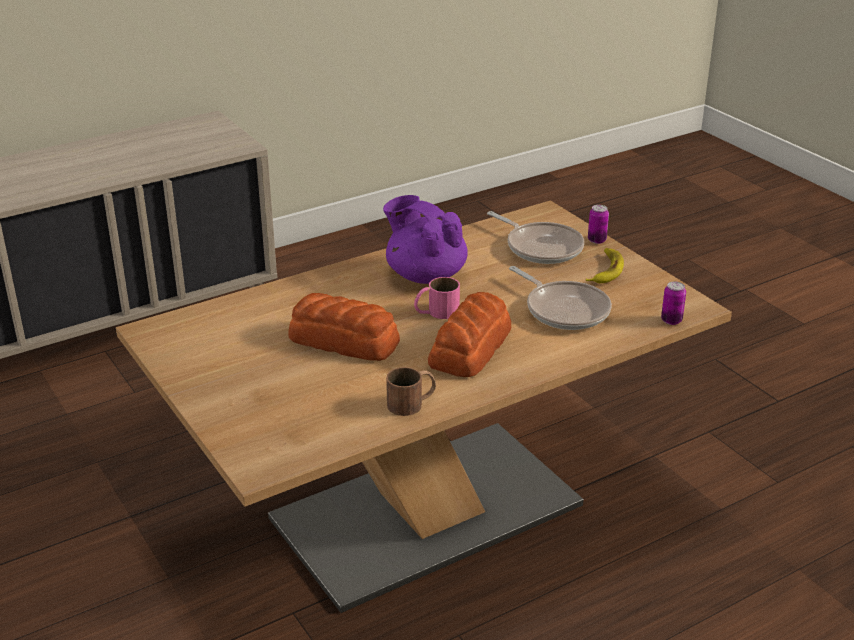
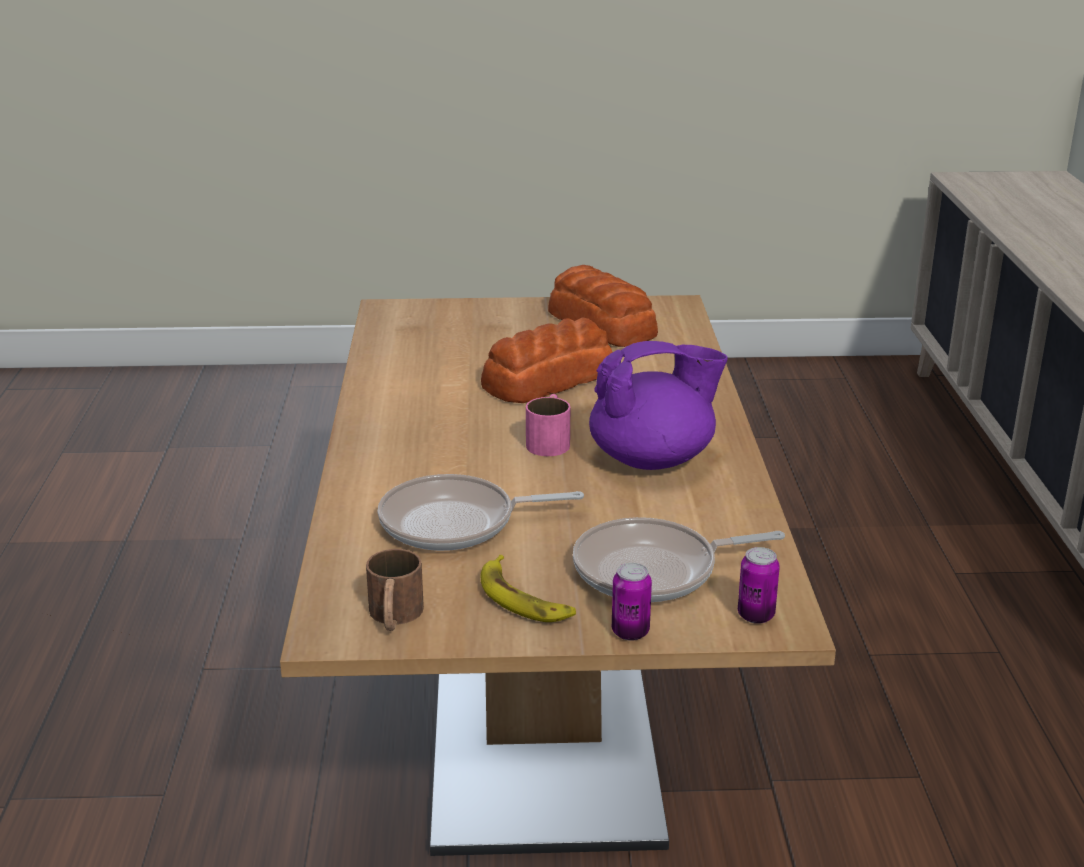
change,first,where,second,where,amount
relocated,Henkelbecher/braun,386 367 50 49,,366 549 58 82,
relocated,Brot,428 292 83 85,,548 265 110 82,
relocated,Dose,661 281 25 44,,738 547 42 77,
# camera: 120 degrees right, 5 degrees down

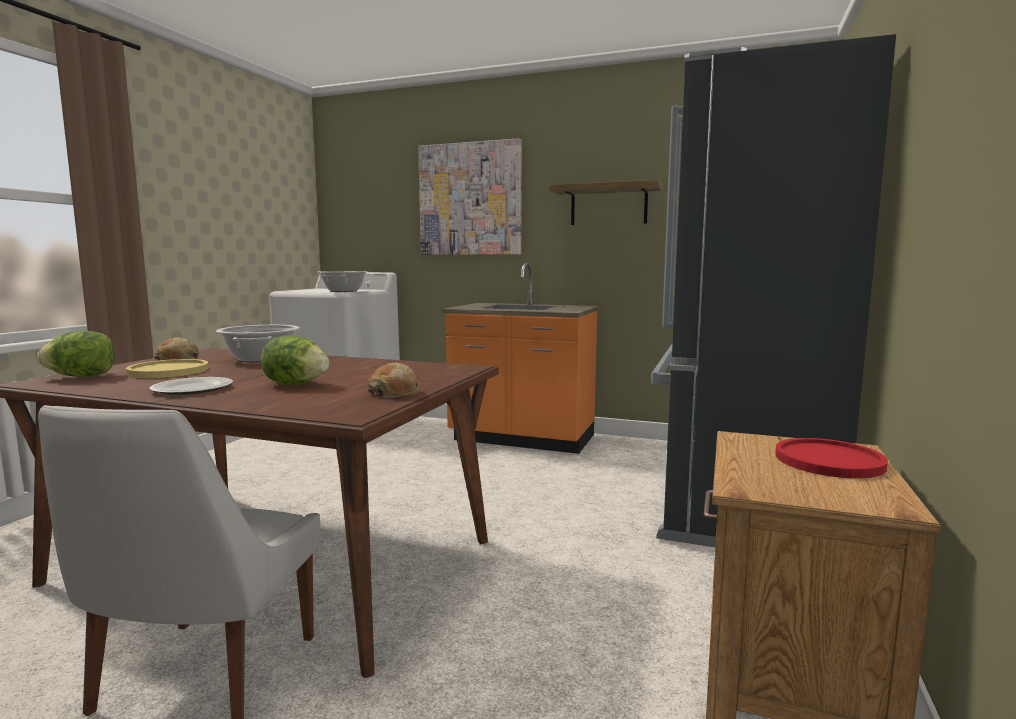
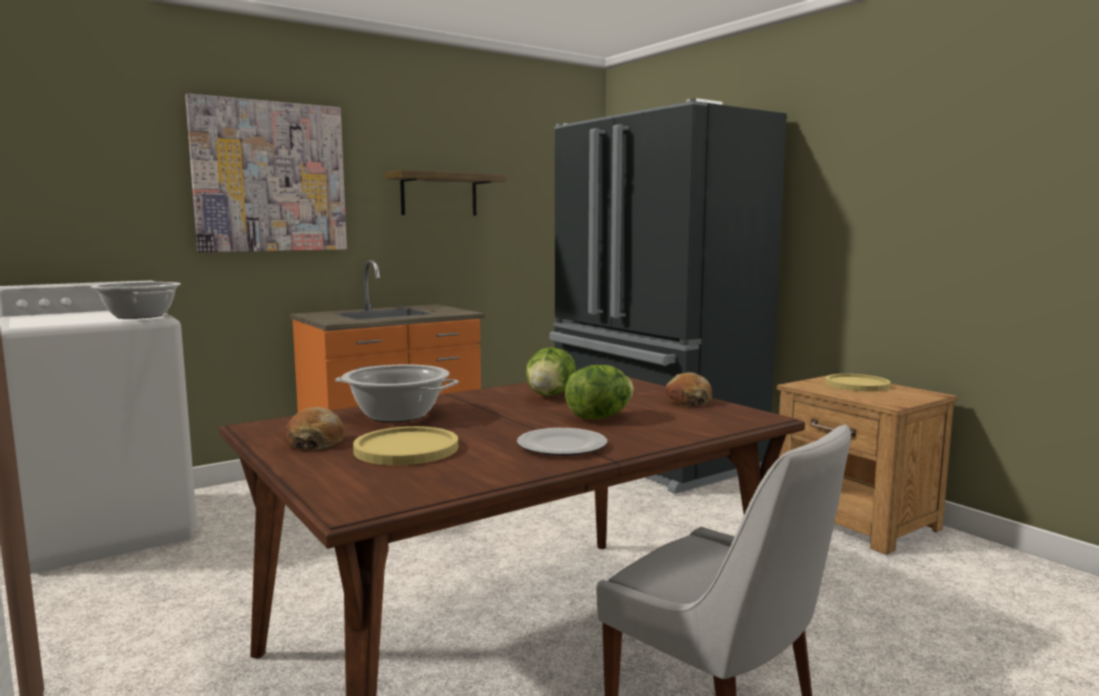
change,first,where,second,where,amount
relocated,Salatkopf,37 331 78 46,,525 347 51 49,
colour,Teller/rot,775 438 113 40,Teller/gelb,825 374 65 18,
# camera: 55 degrees left, 0 degrees up

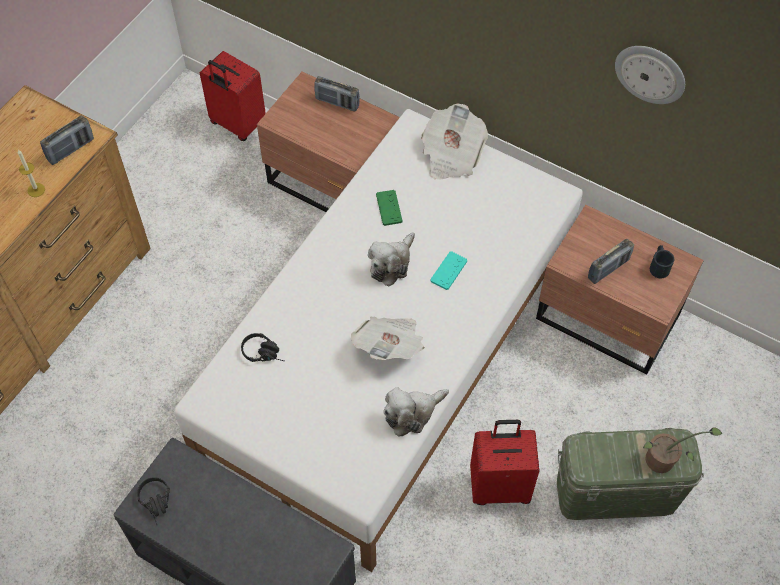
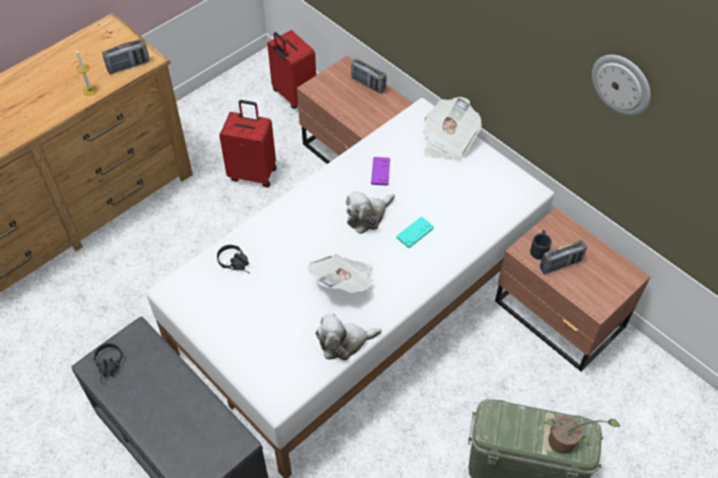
change,first,where,second,where,amount
relocated,Koffer/rot,470 420 70 85,,219 100 58 88,
colour,Gamepad/grün,376 190 26 36,Gamepad/lila,371 157 19 29,
relocated,Henkelbecher/schwarz,650 245 24 33,,530 230 22 30,
# camera: 15 degrees right, 5 degrees down

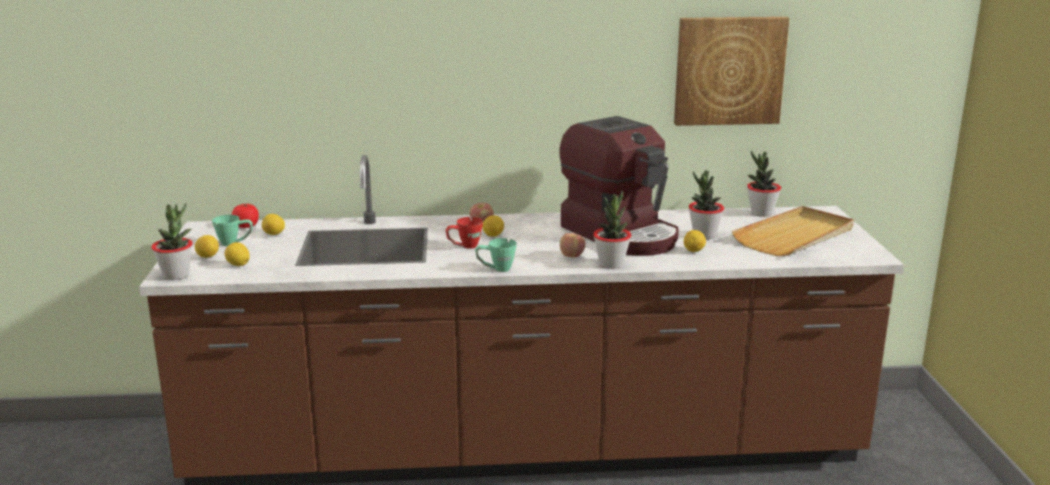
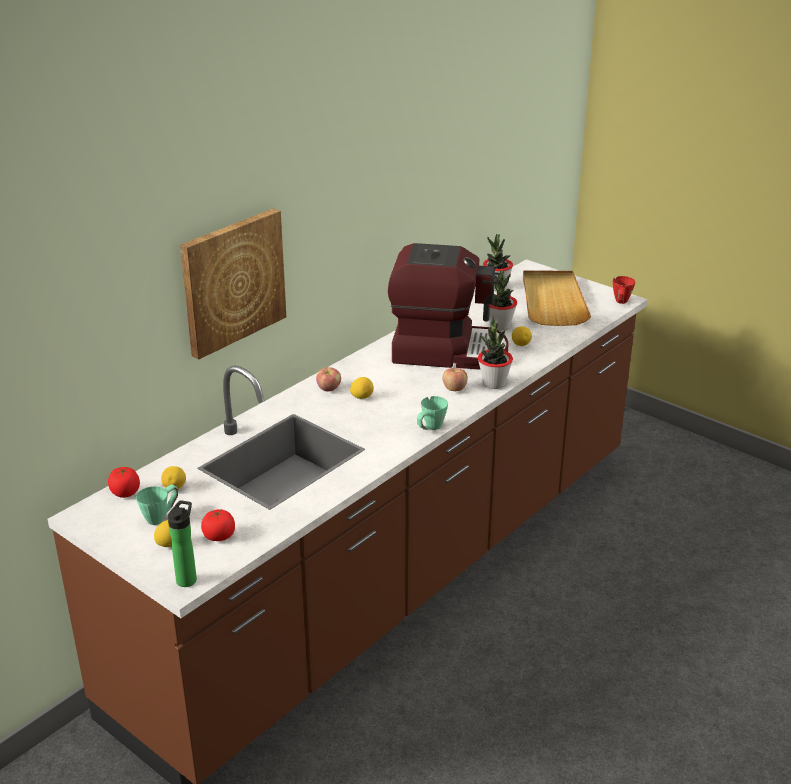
change,first,where,second,where,amount
exchanged,Topfpflanze,151 203 42 77,Flasche,168 500 29 87,
relocated,Bild,674 17 116 109,,180 208 106 152,
exchanged,Zitrone,225 242 25 24,Tomate,201 509 34 32,
relocated,Henkelbecher/rot,446 217 37 32,,613 276 22 28,
# camera: 45 degrees left, 10 degrees up

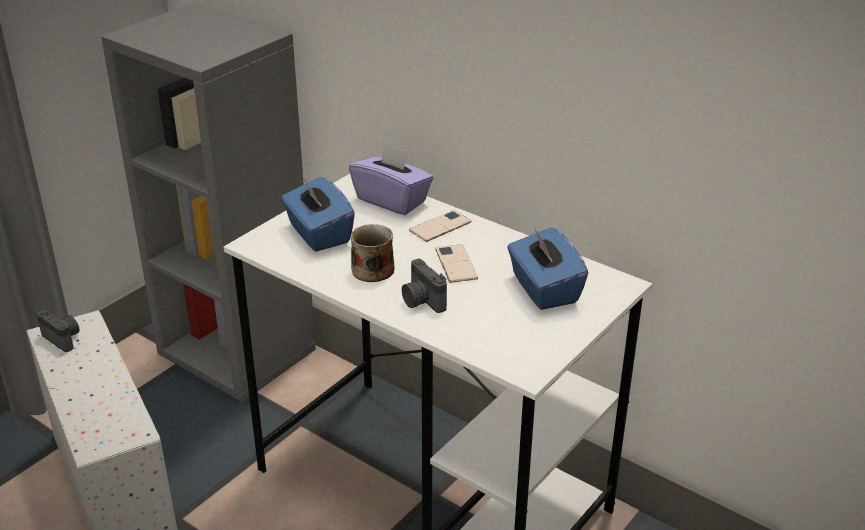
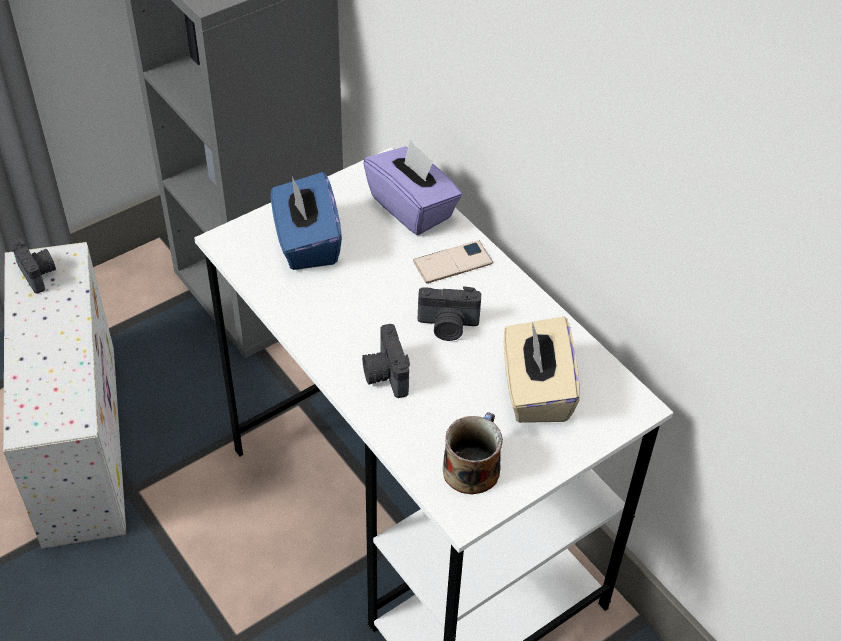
change,first,where,second,where,amount
exchanged,Handy,435 244 43 39,Kamera,418 286 63 55,
relocated,Henkelbecher,351 224 44 58,,443 412 60 82,
colour,Taschentuchbox/blau,507 227 81 83,Taschentuchbox/beige,504 316 76 107,
# camera: 15 degrees right, 15 degrees up

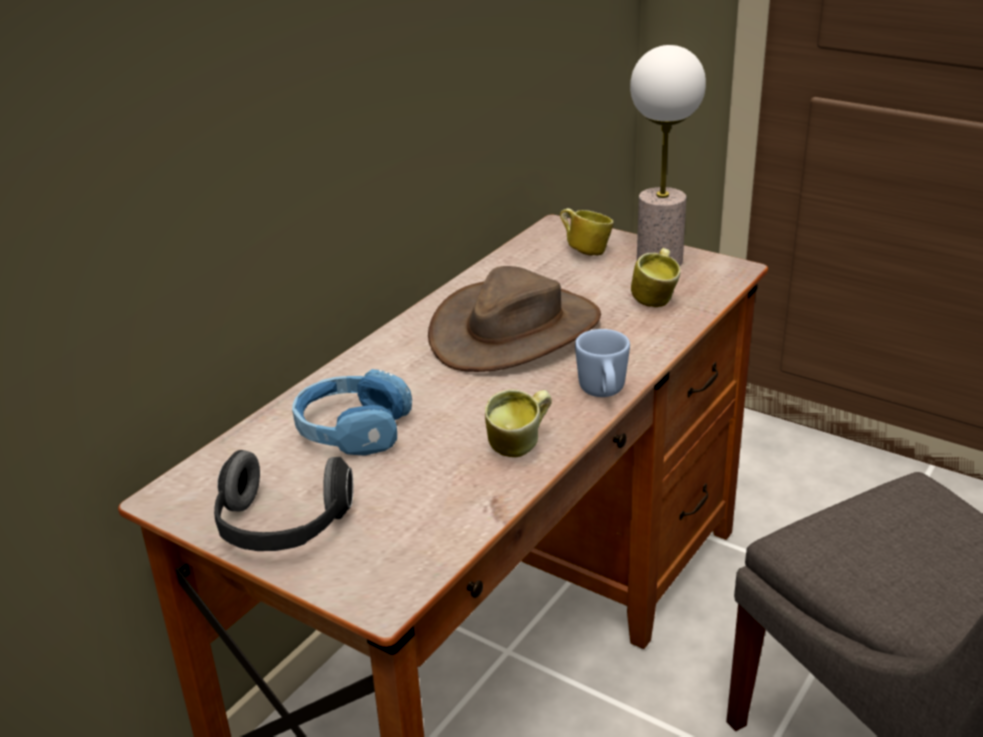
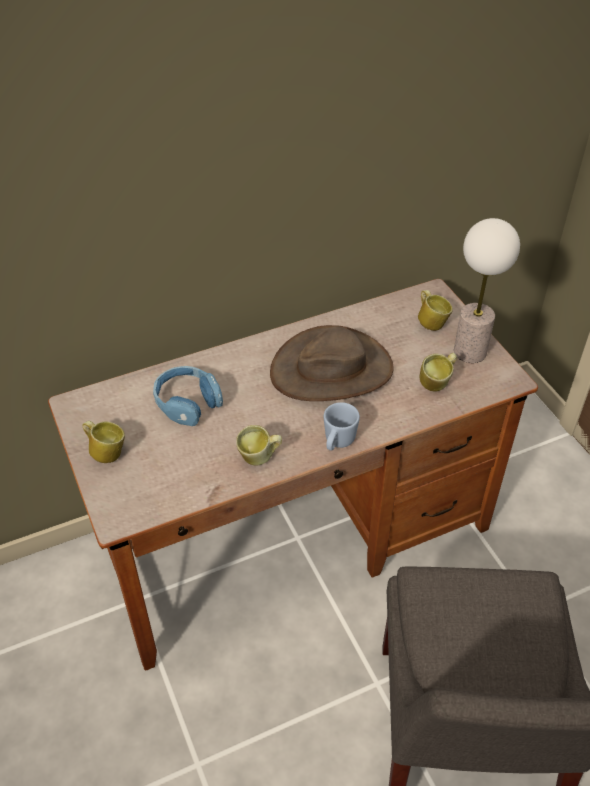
change,first,where,second,where,amount
exchanged,Kopfhörer,214 450 139 101,Henkelbecher,82 421 43 42,
# camera: 30 degrees right, 15 degrees up

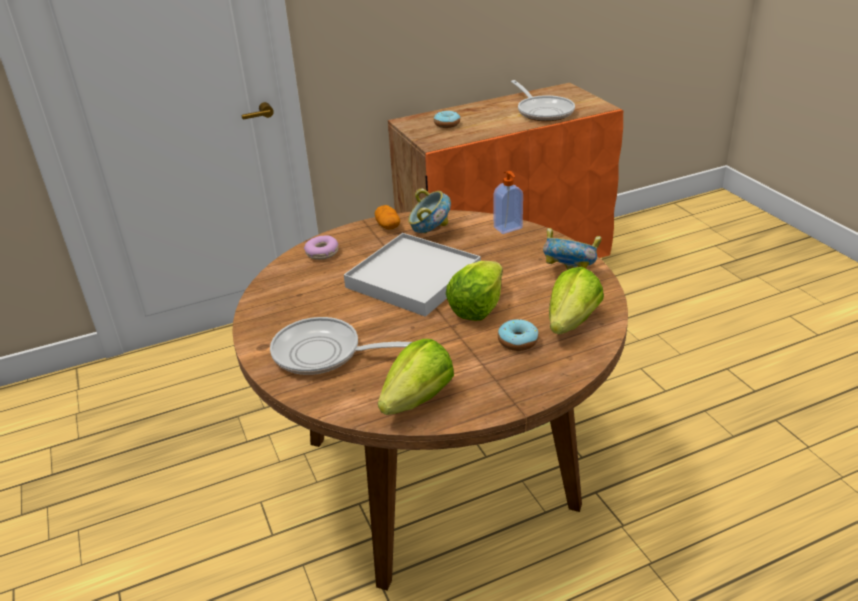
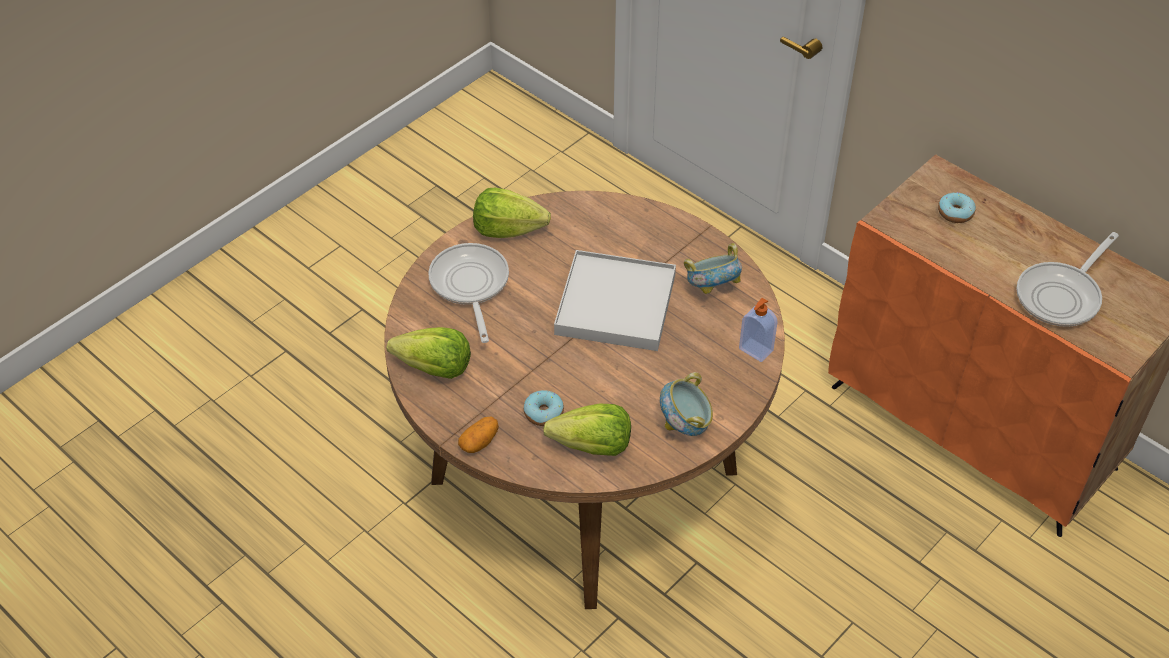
change,first,where,second,where,amount
relocated,Kartoffel,375 205 25 24,,458 416 41 37,
relocated,Salatkopf,446 261 57 60,,473 188 78 50,
missing,Donut,304 235 34 25,,,
# camera: 65 degrees right, 15 degrees up

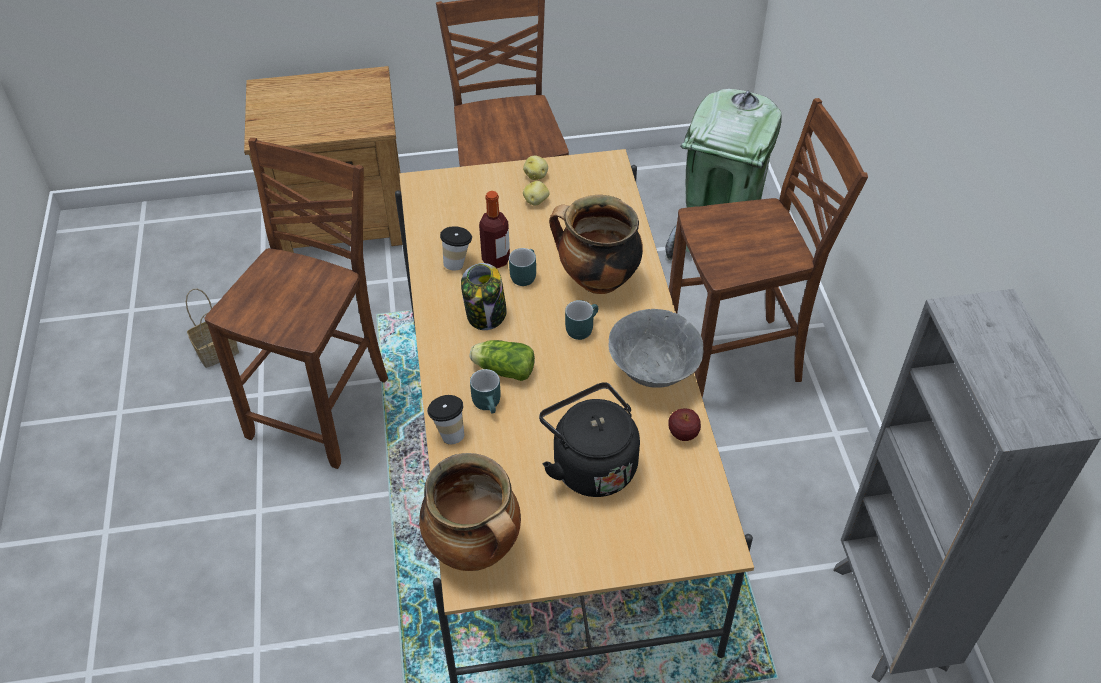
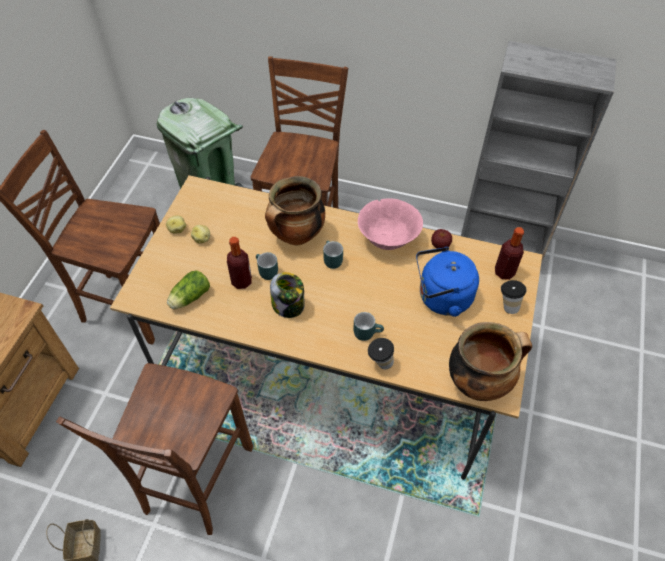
change,first,where,second,where,amount
spun,Stuhl/braun,204 138 184 331,,56 363 197 172,120 degrees counterclockwise
relocated,Salatkopf,470 340 65 41,,167 270 43 39,
colour,Schüssel/grau,608 309 96 79,Schüssel/rosa,358 198 65 52,
colour,Wasserkessel/schwarz,539 382 101 115,Wasserkessel/blau,416 247 63 70,
appeared,,,Flasche,495 227 29 53,
relocated,Tasse,440 226 32 45,,501 280 26 34,
# camera: 65 degrees left, 5 degrees up

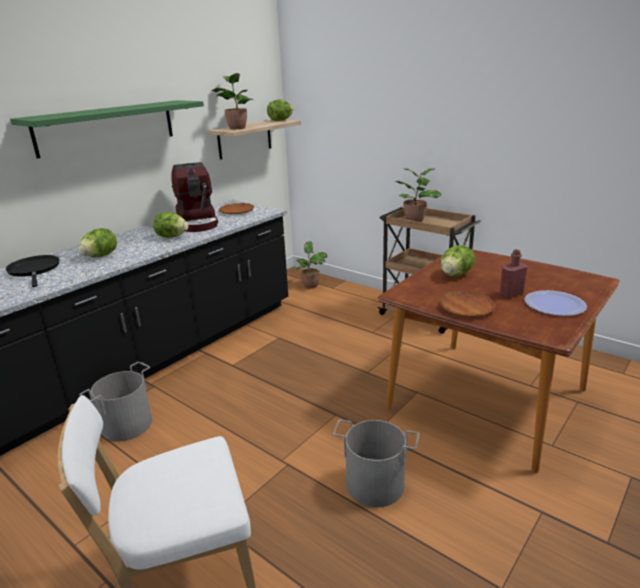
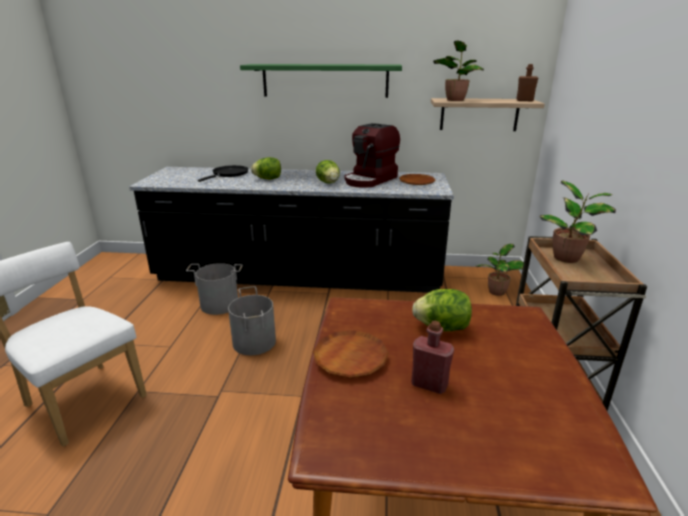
change,first,where,second,where,amount
relocated,Eimer/grau,333 420 87 87,,228 286 48 69,
exchanged,Salatkopf,267 99 26 22,Flasche/braun,517 64 21 37,
missing,Teller,525 290 62 26,,,
# camera: 55 degrees right, 0 degrees up

